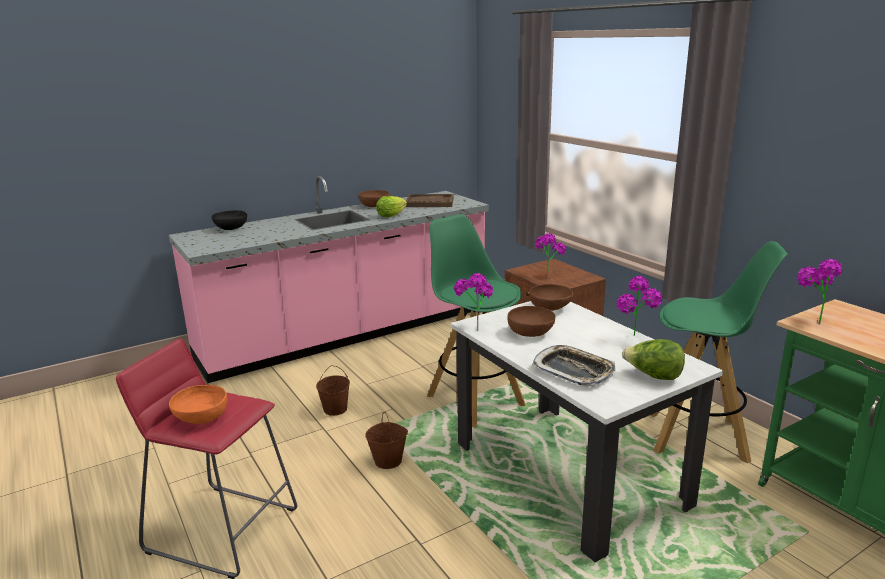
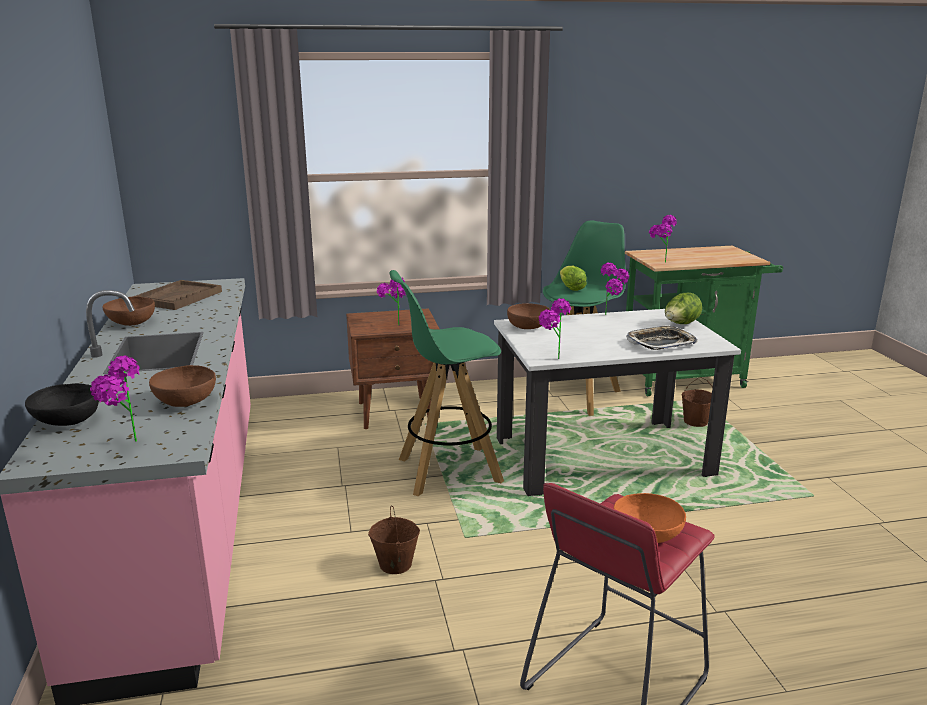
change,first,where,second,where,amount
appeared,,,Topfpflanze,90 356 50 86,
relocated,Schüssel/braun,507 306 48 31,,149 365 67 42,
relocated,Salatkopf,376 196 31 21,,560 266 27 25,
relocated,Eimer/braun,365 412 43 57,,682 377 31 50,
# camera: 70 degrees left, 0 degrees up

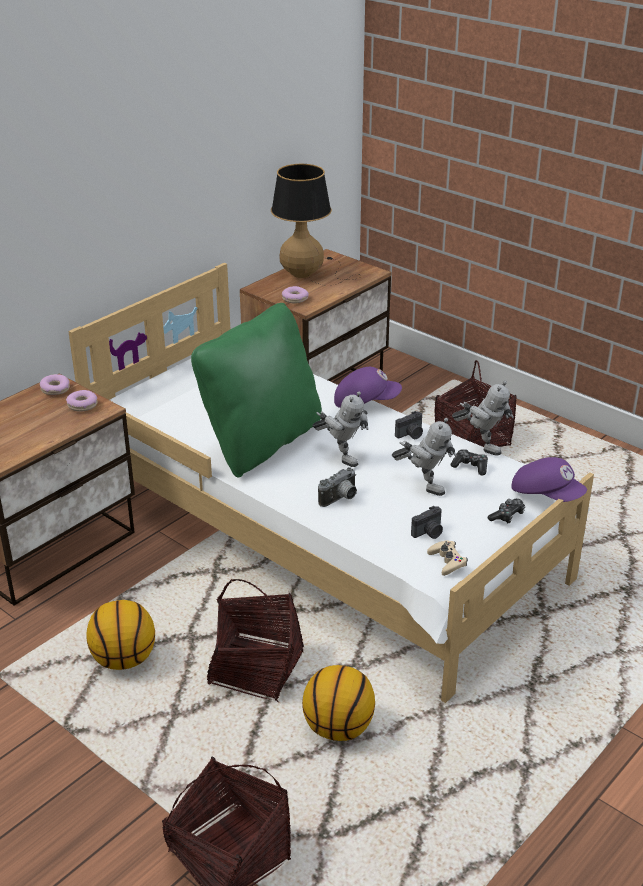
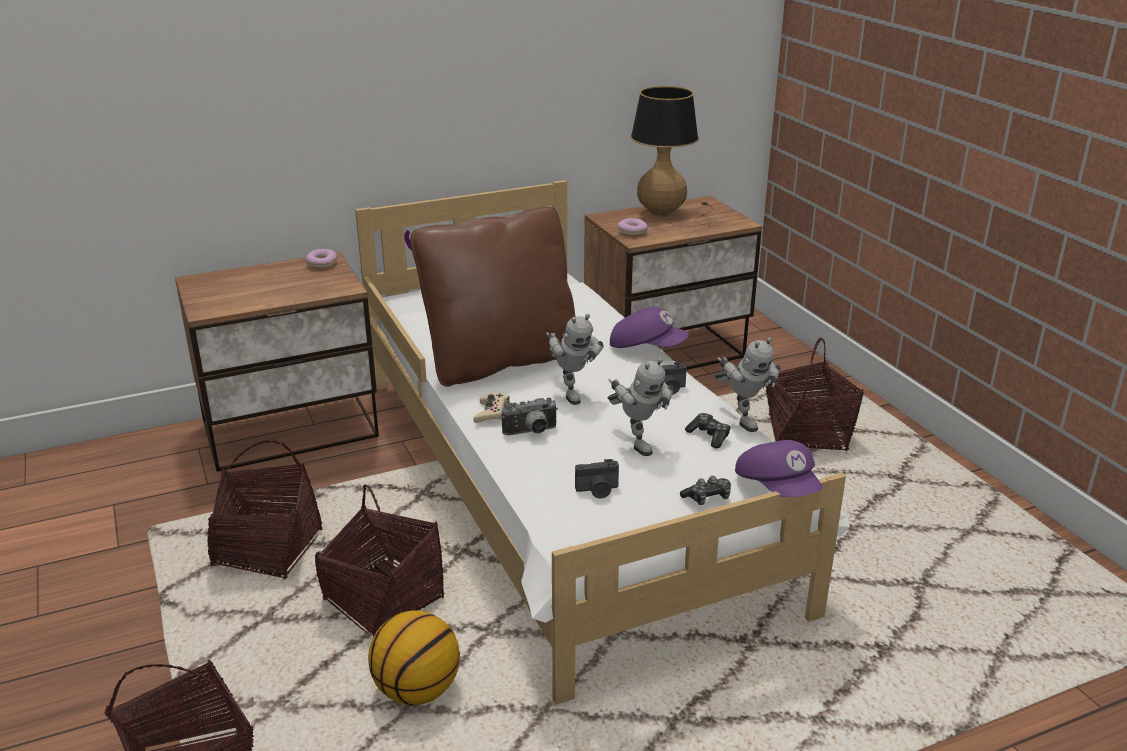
change,first,where,second,where,amount
exchanged,Basketball,86 600 69 70,Korb,207 440 115 140,
colour,Kissen/grün,191 303 131 174,Kissen/braun,410 206 166 181,
relocated,Gamepad/beige,427 540 41 36,,473 393 37 30,
missing,Donut,66 390 31 22,,,
# camera: 25 degrees right, 5 degrees down

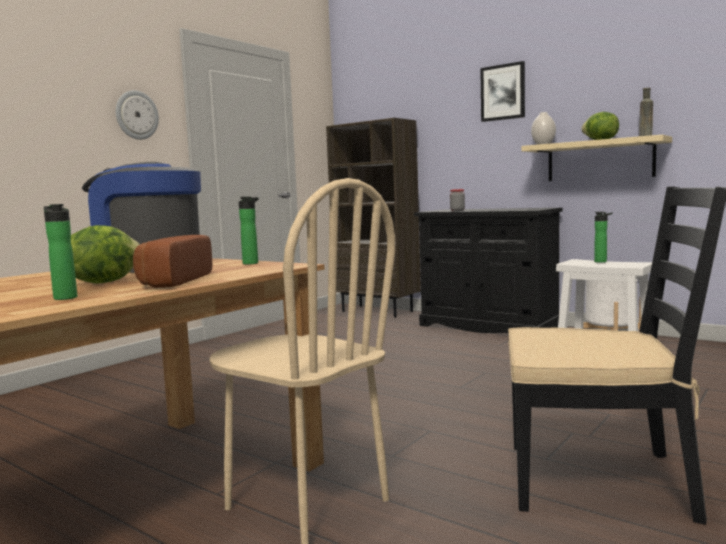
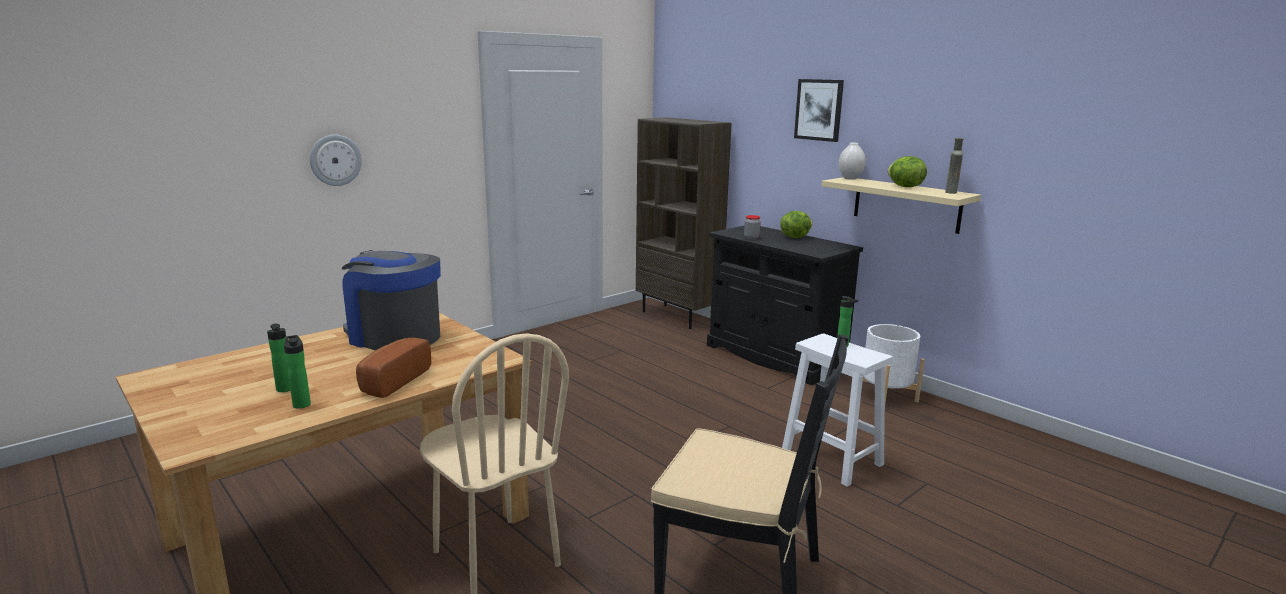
change,first,where,second,where,amount
relocated,Flasche,239 196 20 69,,267 323 23 69,
relocated,Wanduhr,116 90 43 50,,310 134 52 52,
relocated,Salatkopf,71 225 69 59,,780 211 33 27,
# camera: 10 degrees right, 10 degrees up

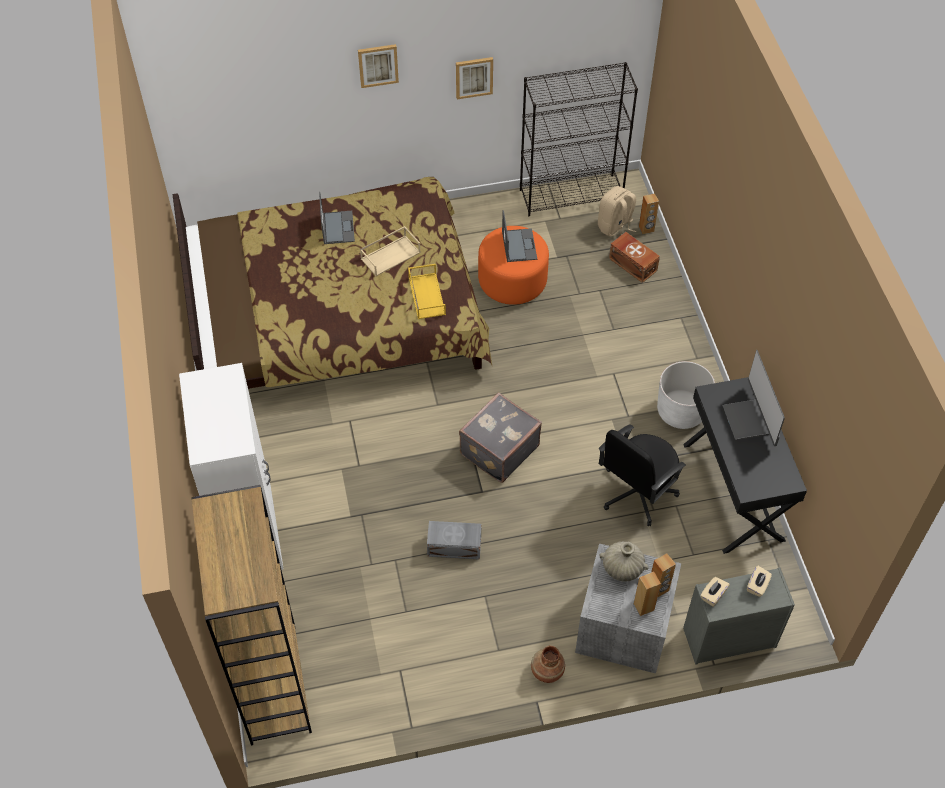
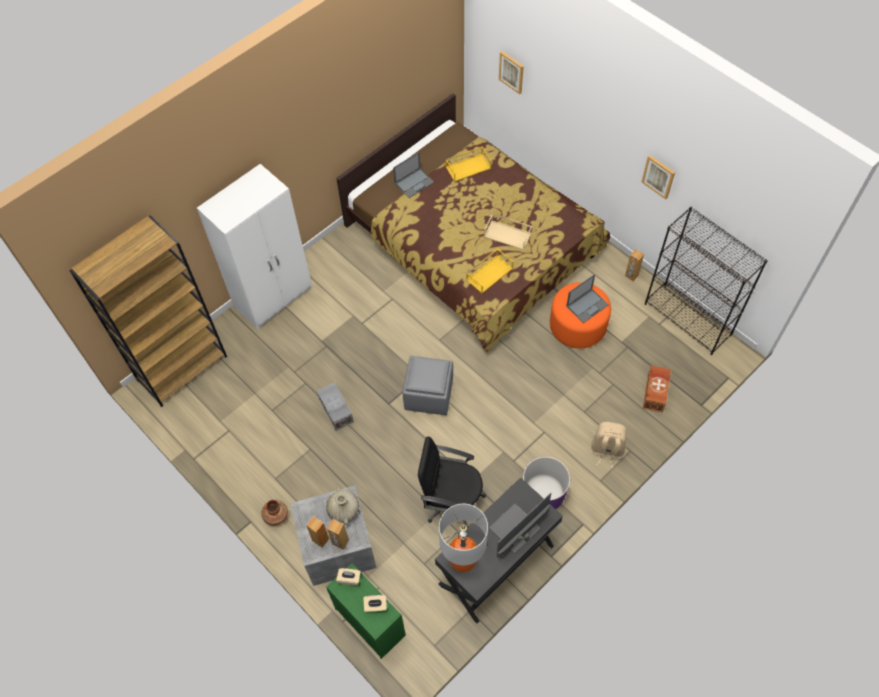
change,first,where,second,where,amount
colour,Kommode/grau,683 568 112 97,Kommode/grün,326 563 80 96,
relocated,Laptop,319 192 36 52,,393 152 41 46,
exchanged,Koffer/grau,459 392 83 91,Polsterhocker/grau,403 356 50 59,
appeared,,,Tischlampe,439 504 49 68,
appeared,,,Tablett/gelb,446 146 46 36,
relocated,Bild,358 44 41 44,,499 51 25 43,
colour,Pflanzkübel/weiß,657 361 58 68,Pflanzkübel/lila,523 457 47 52,
relocated,Rucksack/beige,598 186 38 50,,591 422 36 46,
relocated,Lautsprecher/braun,639 193 20 41,,625 249 19 32,
# camera: 60 degrees right, 5 degrees up

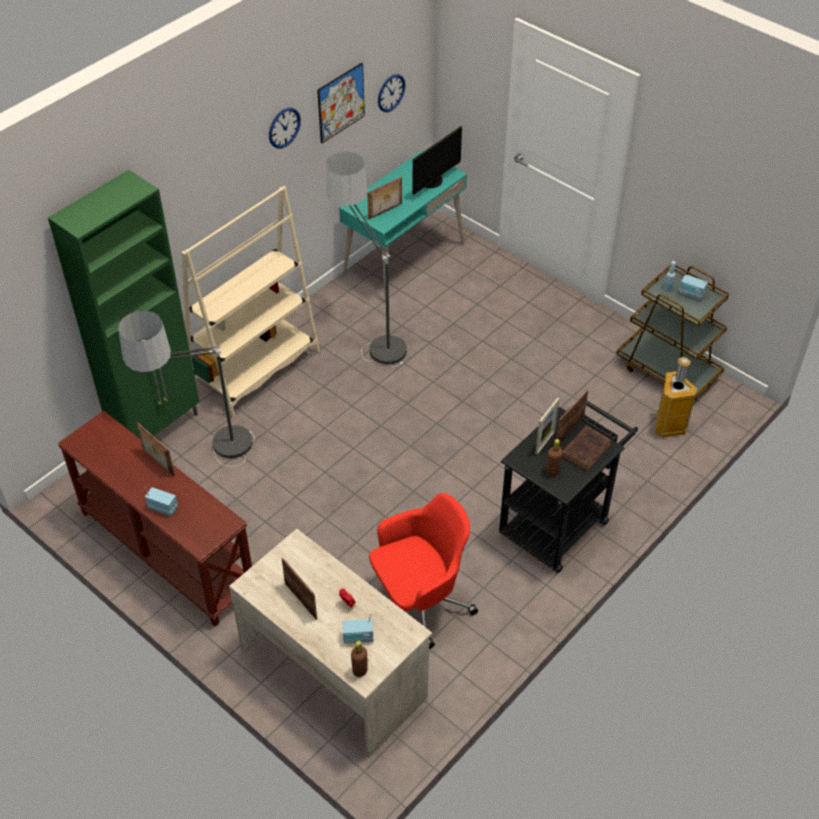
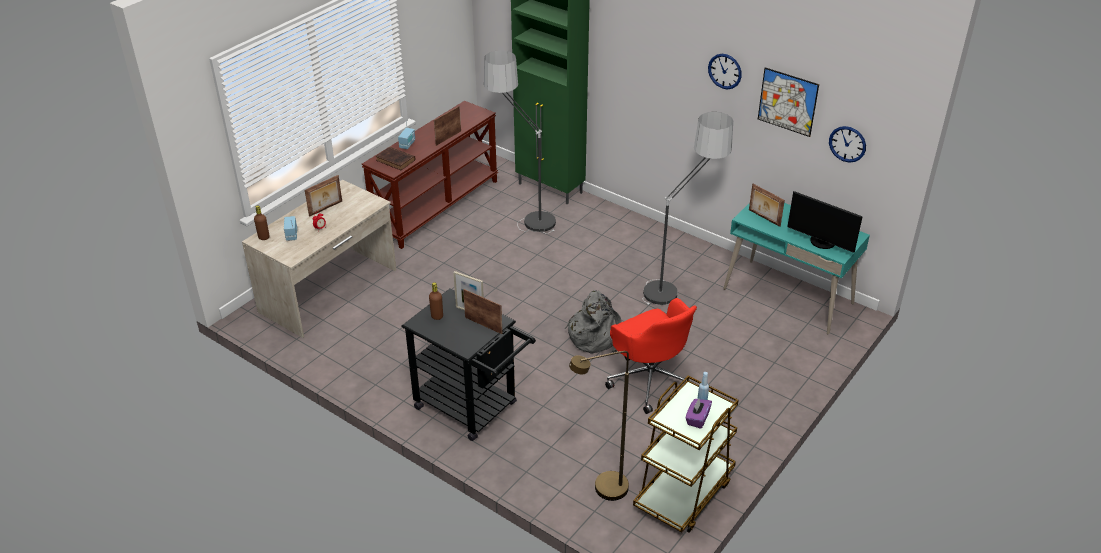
change,first,where,second,where,amount
relocated,Buch/braun,562 426 50 45,,376 147 40 23,
appeared,,,Rucksack/grau,565 290 57 63,
exchanged,Mülleimer,655 357 42 81,Stehlampe/braun,569 351 60 150,
relocated,Bürostuhl/rot,369 493 109 156,,605 298 92 116,
exchanged,Radio,679 274 29 26,Taschentuchbox/lila,686 399 26 30,
missing,Bücherregal/beige,181 186 139 231,,,
# camera: 85 degrees right, 10 degrees down

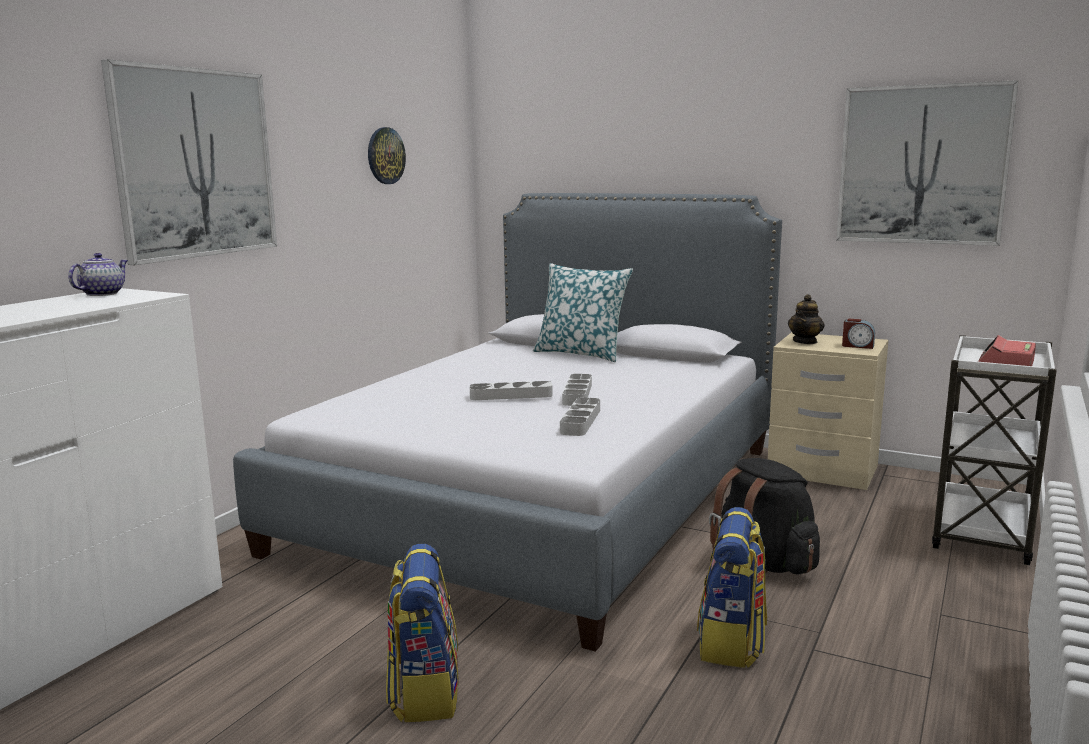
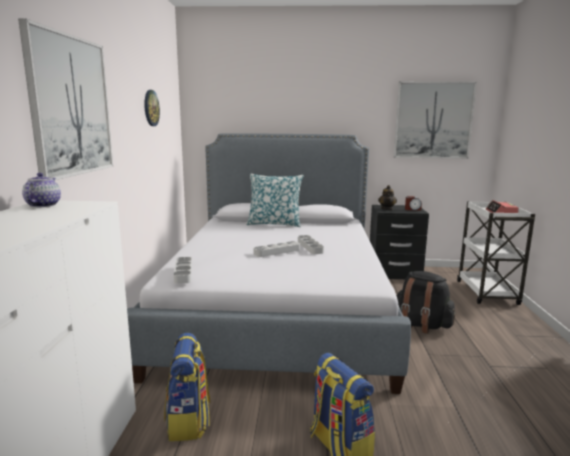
change,first,where,second,where,amount
relocated,Rucksack,697 507 70 161,,164 333 47 108,
relocated,Tablett/grau,560 397 40 39,,173 257 19 27,
colour,Nachttisch/beige,768 332 120 158,Nachttisch/schwarz,370 205 59 74,
# camera: 25 degrees left, 0 degrees up

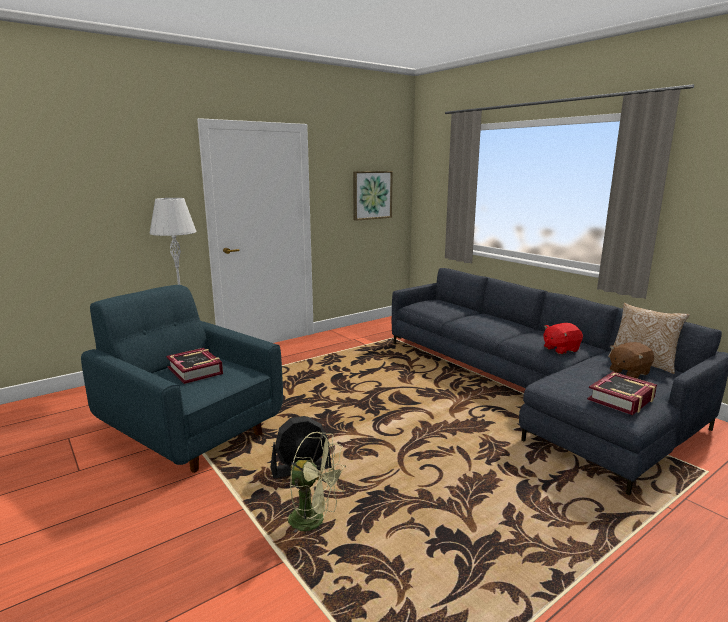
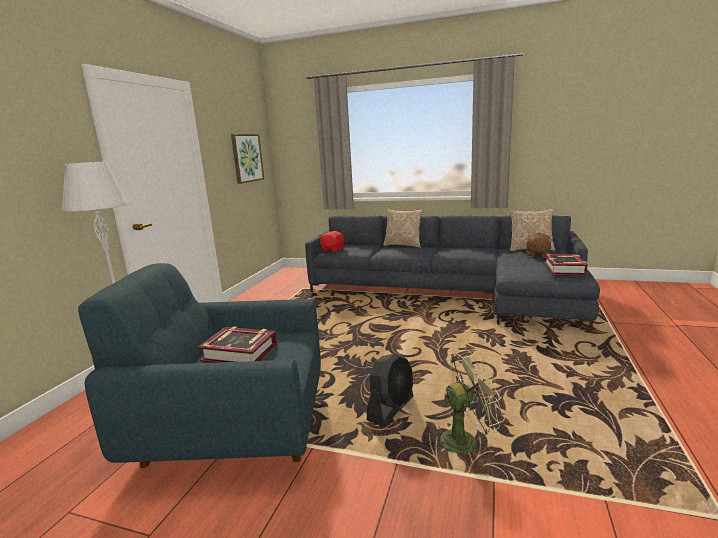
change,first,where,second,where,amount
relocated,Plüschtier/rot,544 323 39 31,,319 231 25 21,
appeared,,,Kissen,383 209 41 39,
# camera: 35 degrees left, 0 degrees up

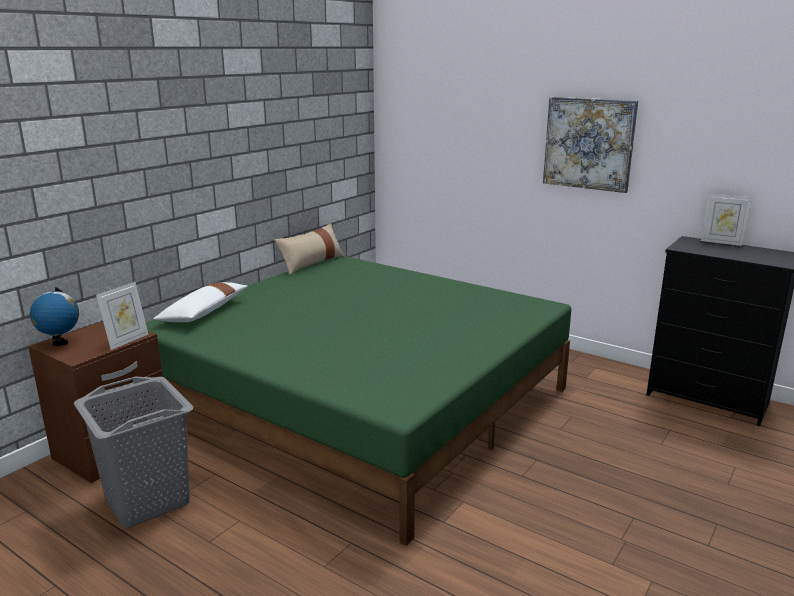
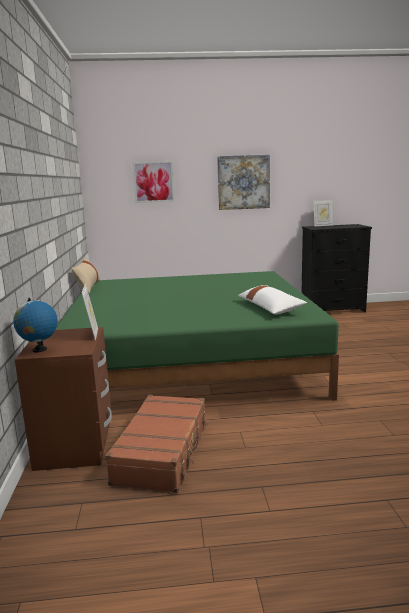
change,first,where,second,where,amount
exchanged,Wäschekorb/grau,74 376 119 152,Koffer/braun,105 395 104 98,
appeared,,,Bild,133 161 42 42,
relocated,Kissen/weiß,153 282 95 40,,238 285 69 30,
# camera: 40 degrees left, 5 degrees down

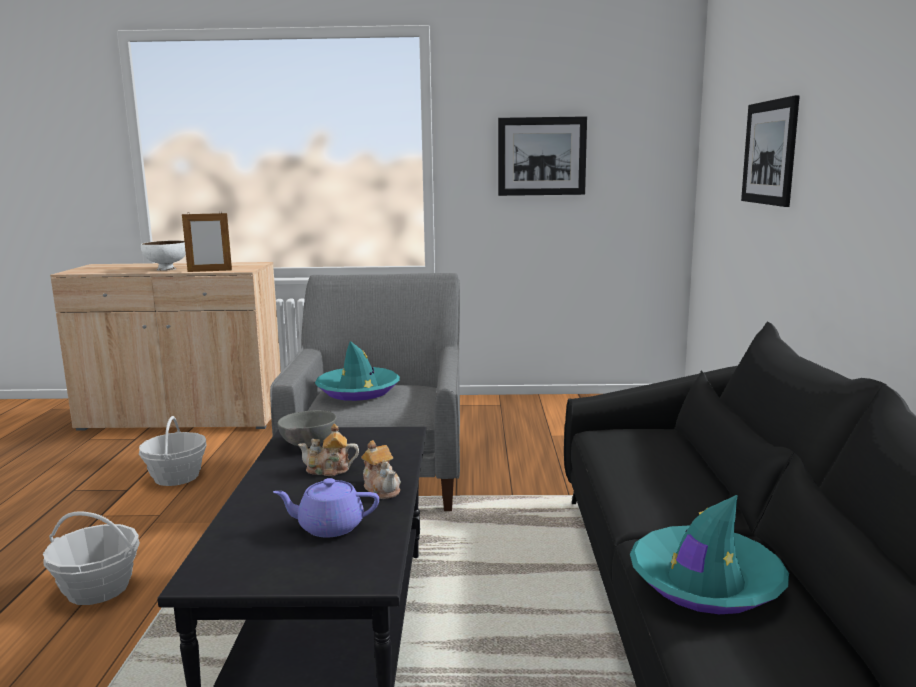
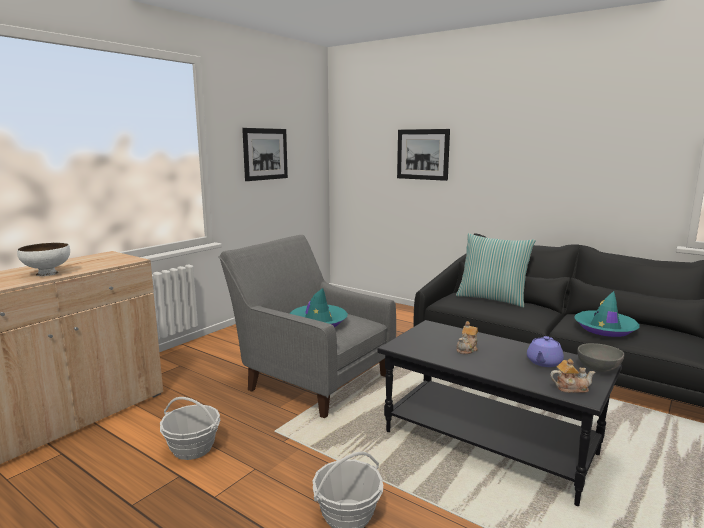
change,first,where,second,where,amount
appeared,,,Kissen,456 233 80 75,
relocated,Teekanne,361 440 40 59,,550 359 45 34,
relocated,Schüssel/grau,277 410 60 37,,577 343 47 29,
missing,Bilderrahmen,182 211 50 61,,,
# camera: 55 degrees left, 0 degrees up

